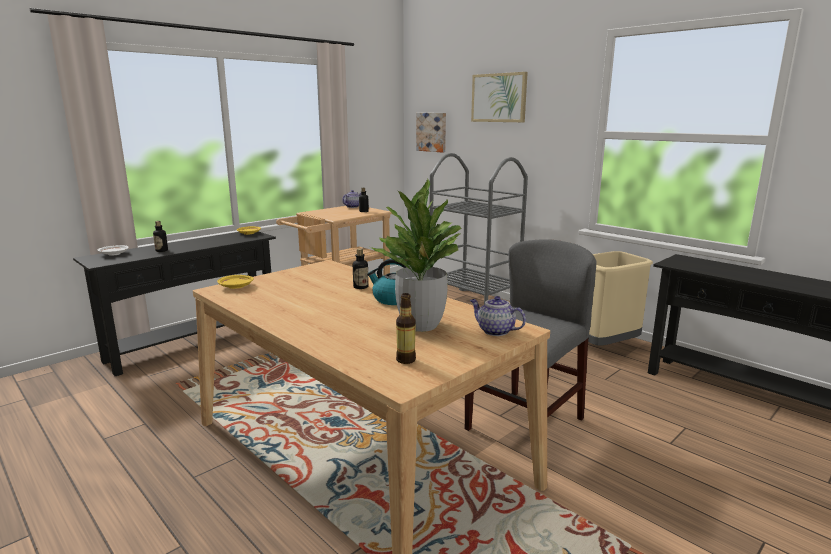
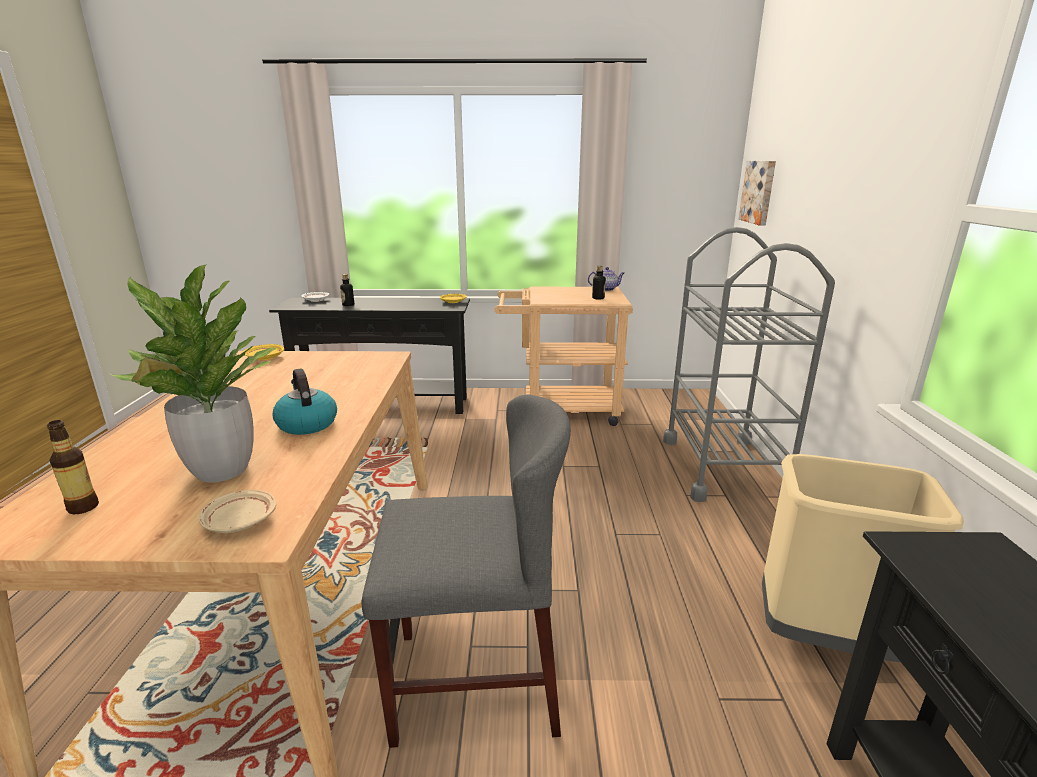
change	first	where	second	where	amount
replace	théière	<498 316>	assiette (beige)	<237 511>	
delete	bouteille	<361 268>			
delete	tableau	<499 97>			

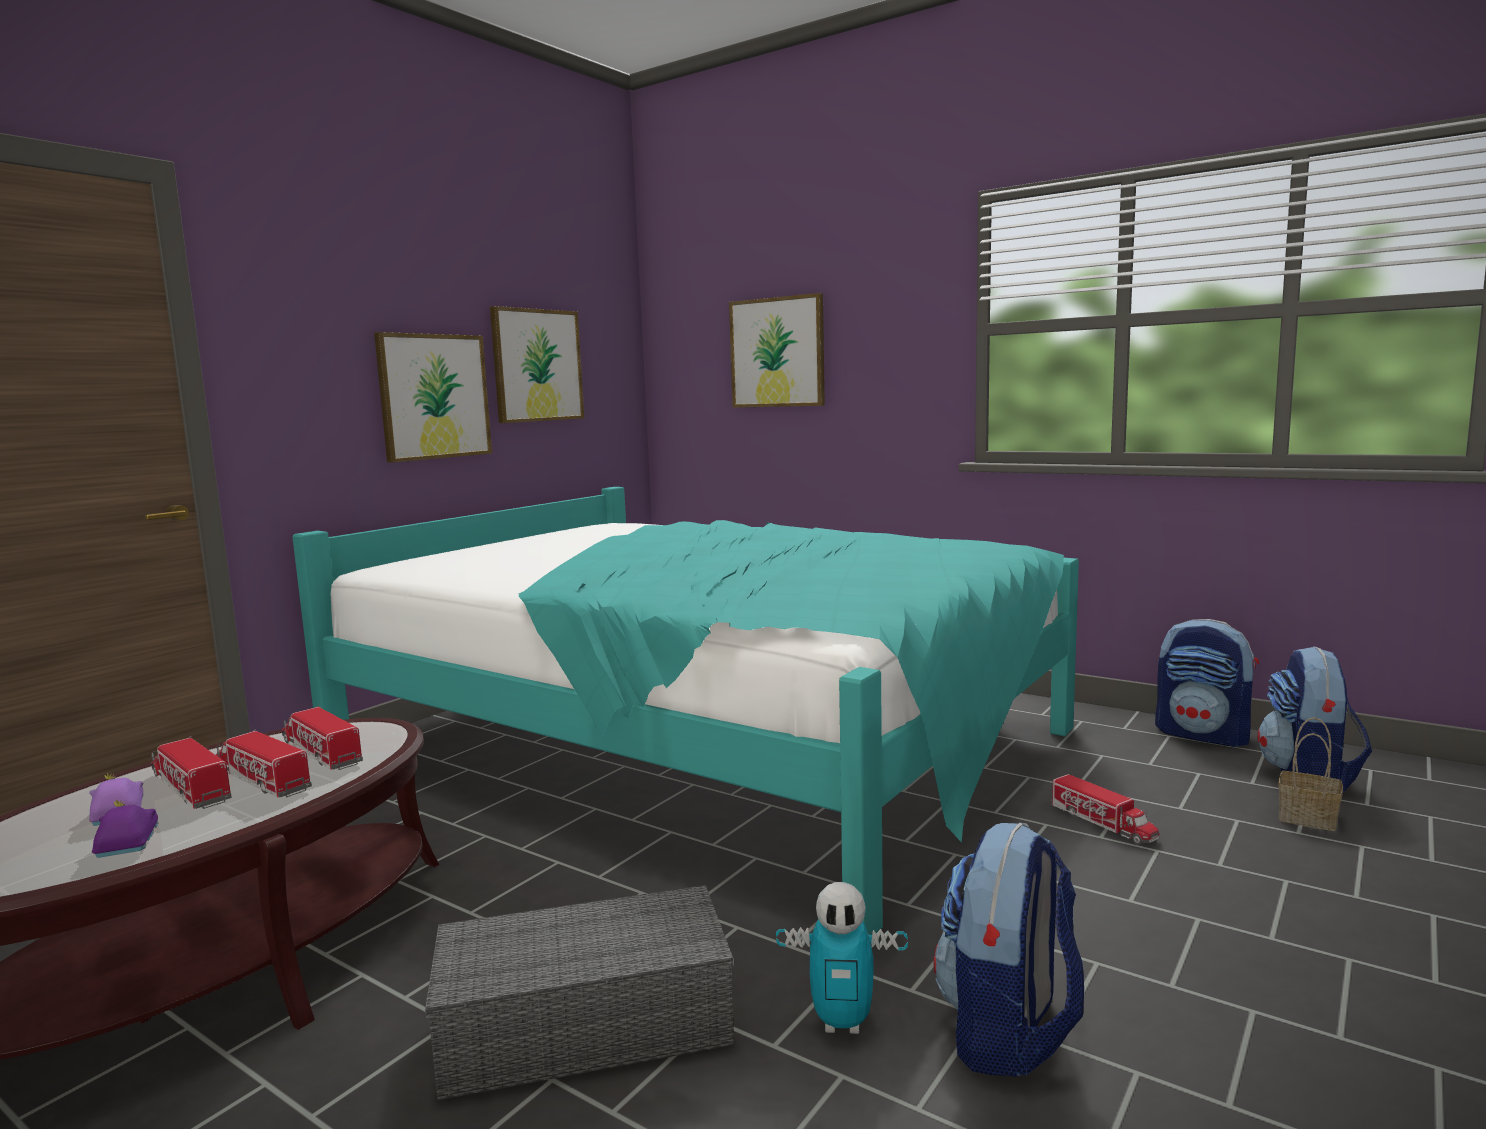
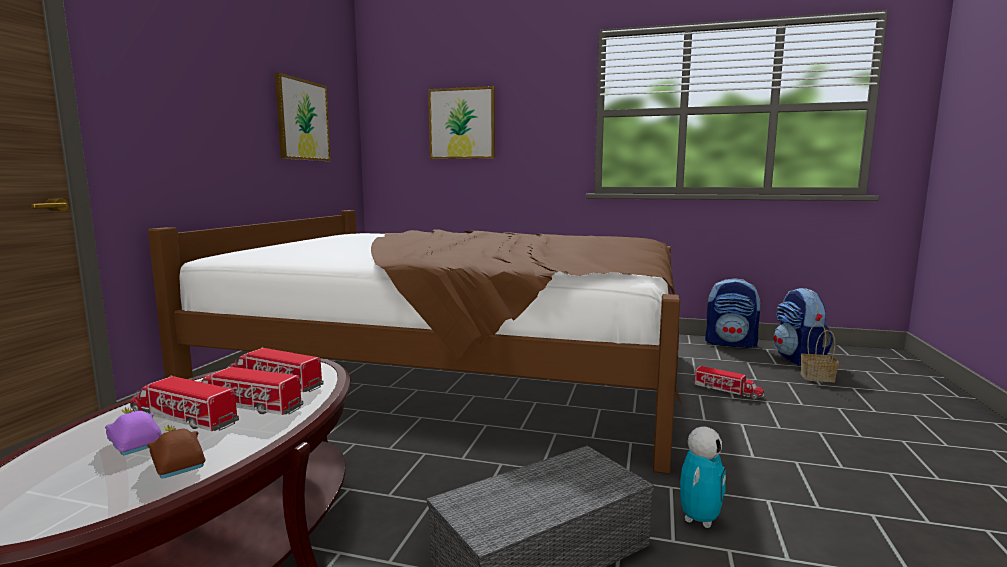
change	first	where	second	where	amount
recolor	petite voiture (violet)	<125 828>	petite voiture (marron)	<176 451>	
recolor	lit (turquoise)	<685 711>	lit (marron)	<415 342>	
rotate	robot jouet	<842 958>		<703 477>	45 degrees counterclockwise
delete	tableau	<433 397>			
delete	sac à dos	<1008 950>			

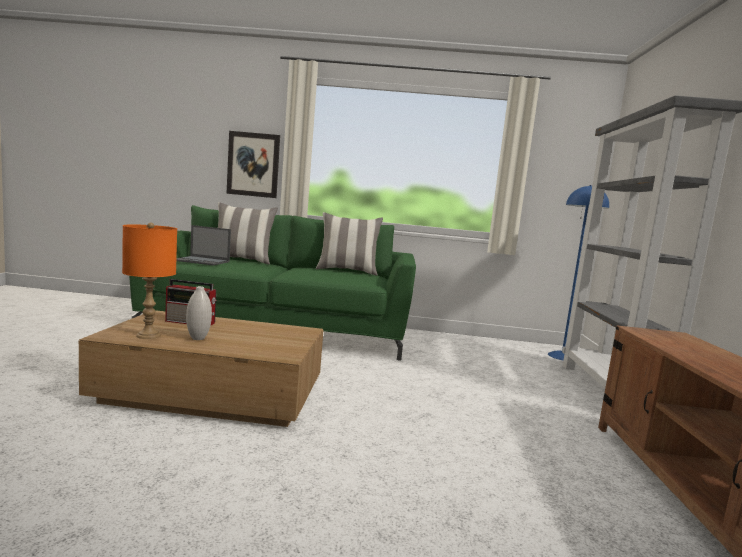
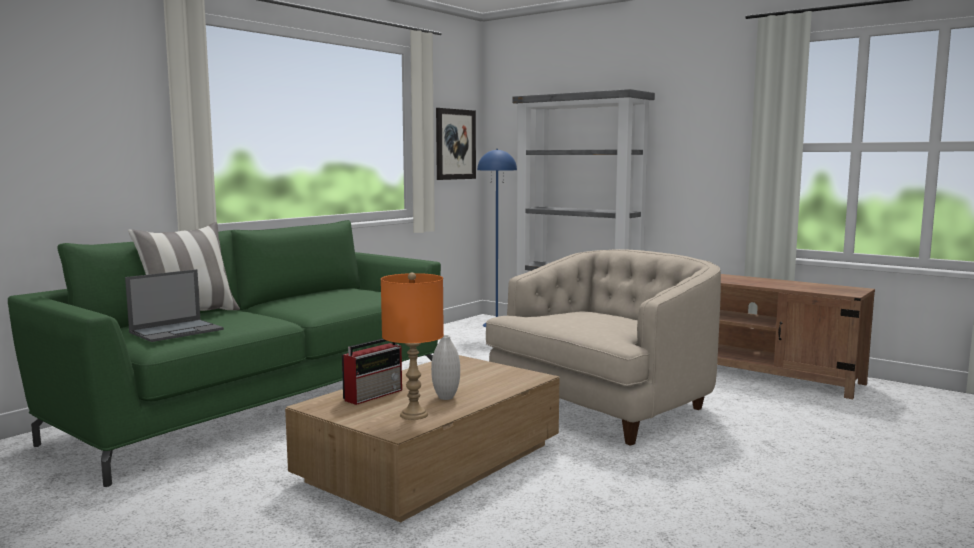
change	first	where	second	where	amount
move	tableau	<253 164>		<456 144>	
insert			fauteuil (beige)	<603 347>	
delete	coussin	<349 244>			

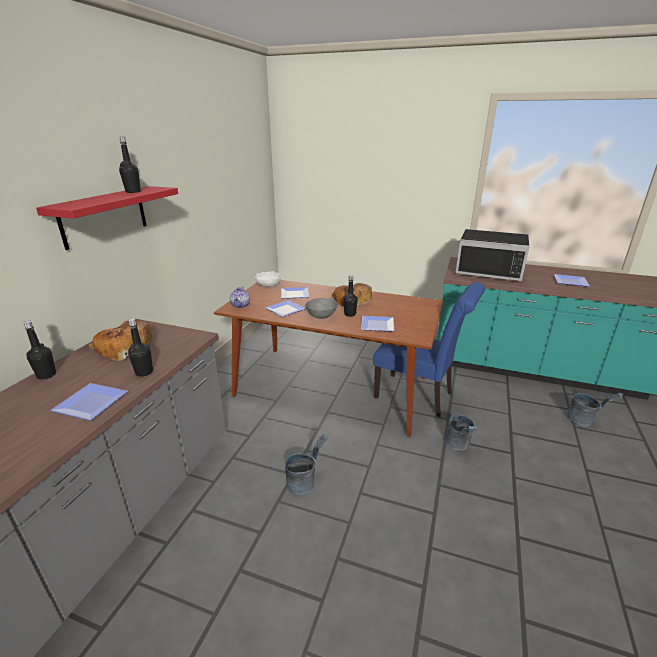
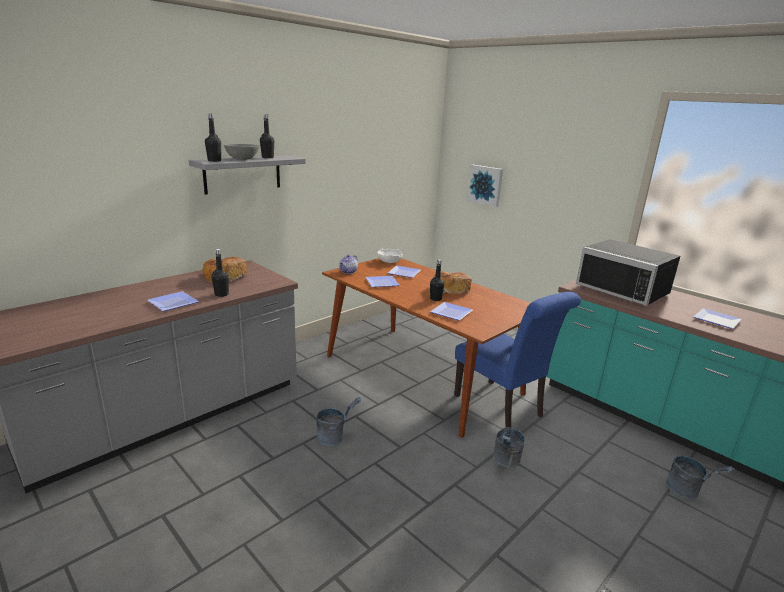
change	first	where	second	where	amount
recolor	étagère (rouge)	<107 218>	étagère (gris)	<247 175>	
move	bouteille (noir)	<40 350>		<213 138>	
move	bol (gris)	<322 308>		<241 152>	
insert			tableau	<485 186>	

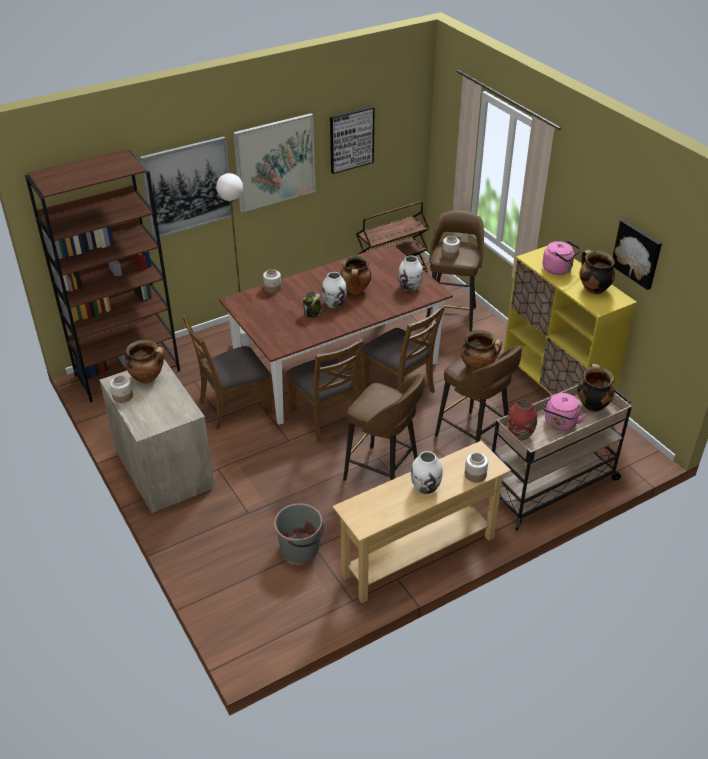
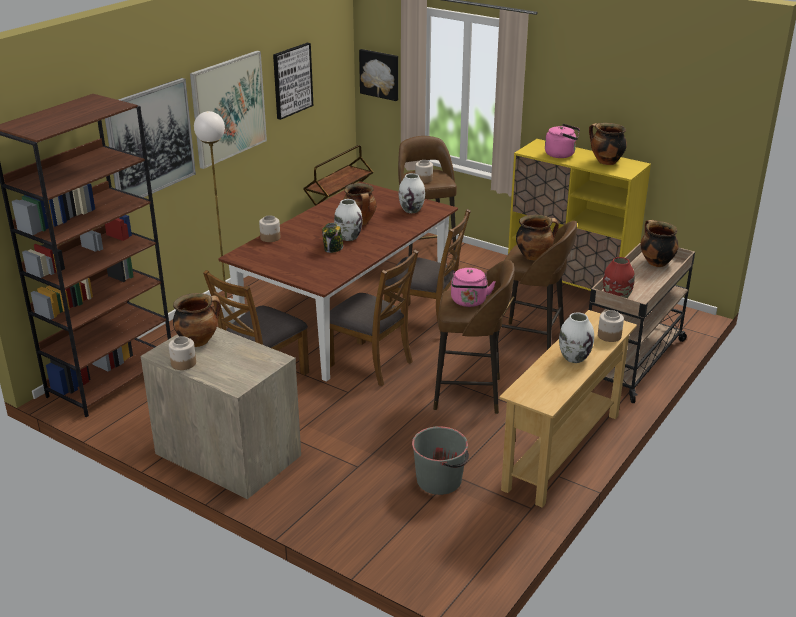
change	first	where	second	where	amount
move	tableau	<637 255>		<378 75>	
move	bouilloire (rose)	<565 412>		<473 287>	

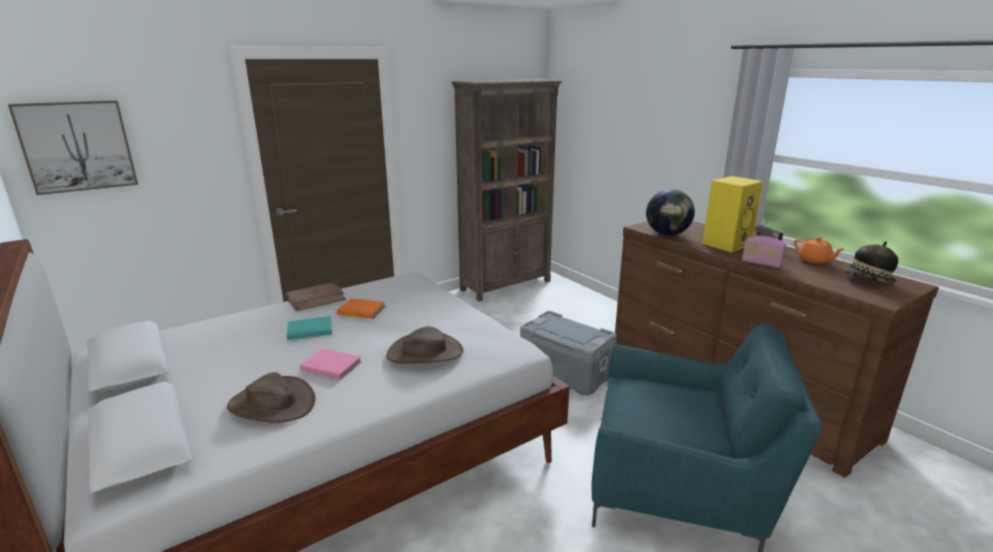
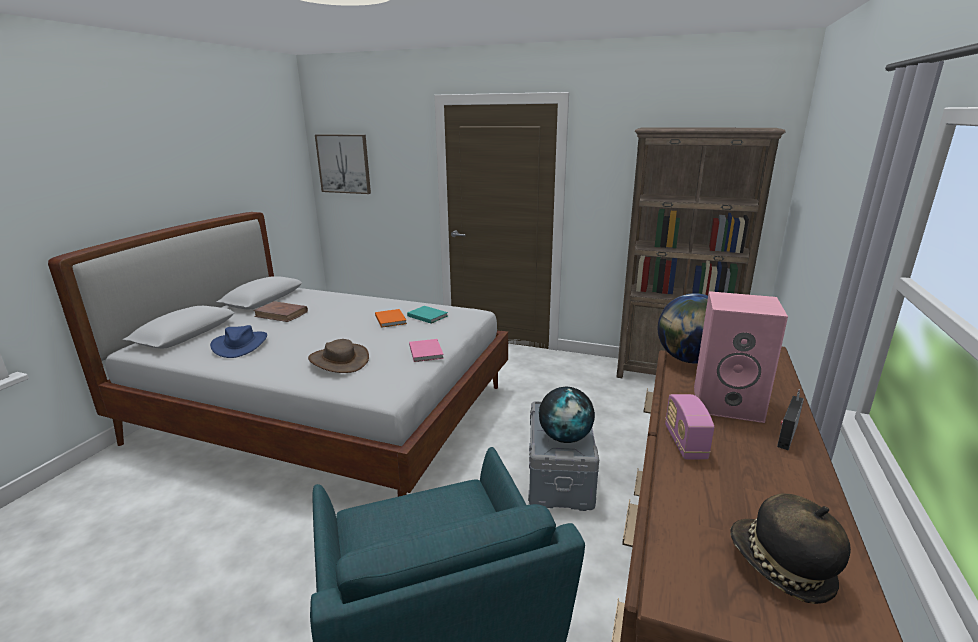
change	first	where	second	where	amount
recolor	chapeau (marron)	<271 397>	chapeau (bleu)	<238 341>	
move	livre (marron)	<316 296>		<280 311>	
move	livre (turquoise)	<309 328>		<427 314>	
move	livre (rose)	<331 364>		<426 350>	
insert			globe	<567 415>	
recolor	enceinte (jaune)	<732 214>	enceinte (rose)	<741 357>	
delete	théière (orange)	<819 250>			

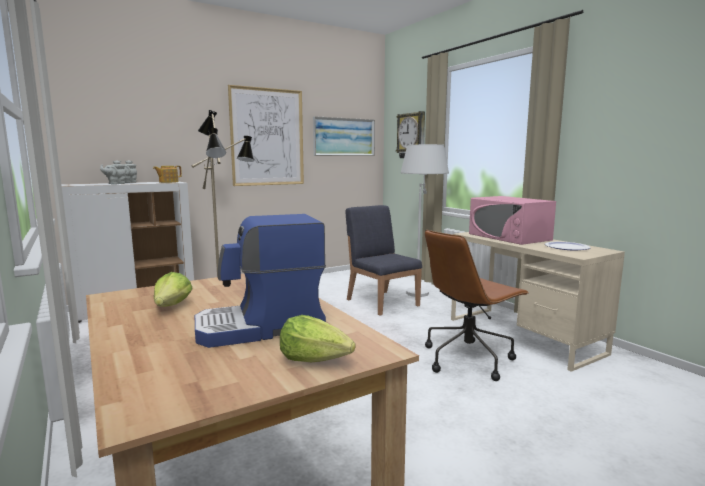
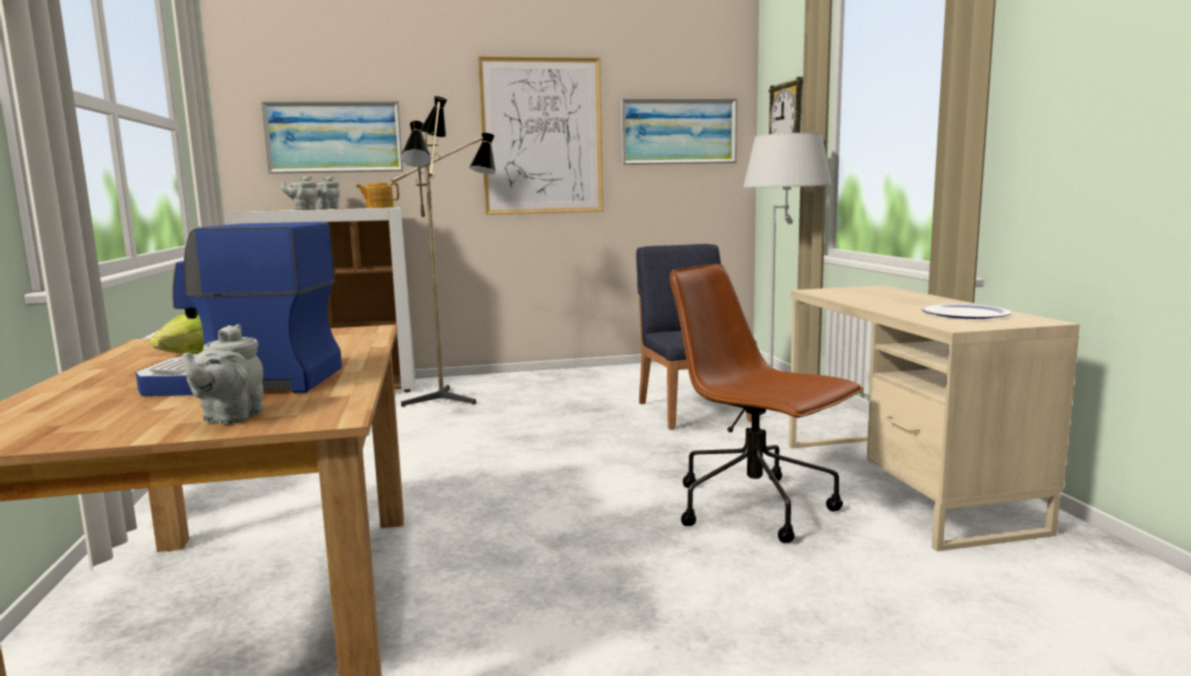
change	first	where	second	where	amount
replace	laitue	<318 339>	théière (gris)	<222 374>	
insert			tableau	<332 137>	
rotate	chaise de bureau (marron)	<477 305>		<767 403>	60 degrees clockwise
delete	micro-ondes (rose)	<512 220>			

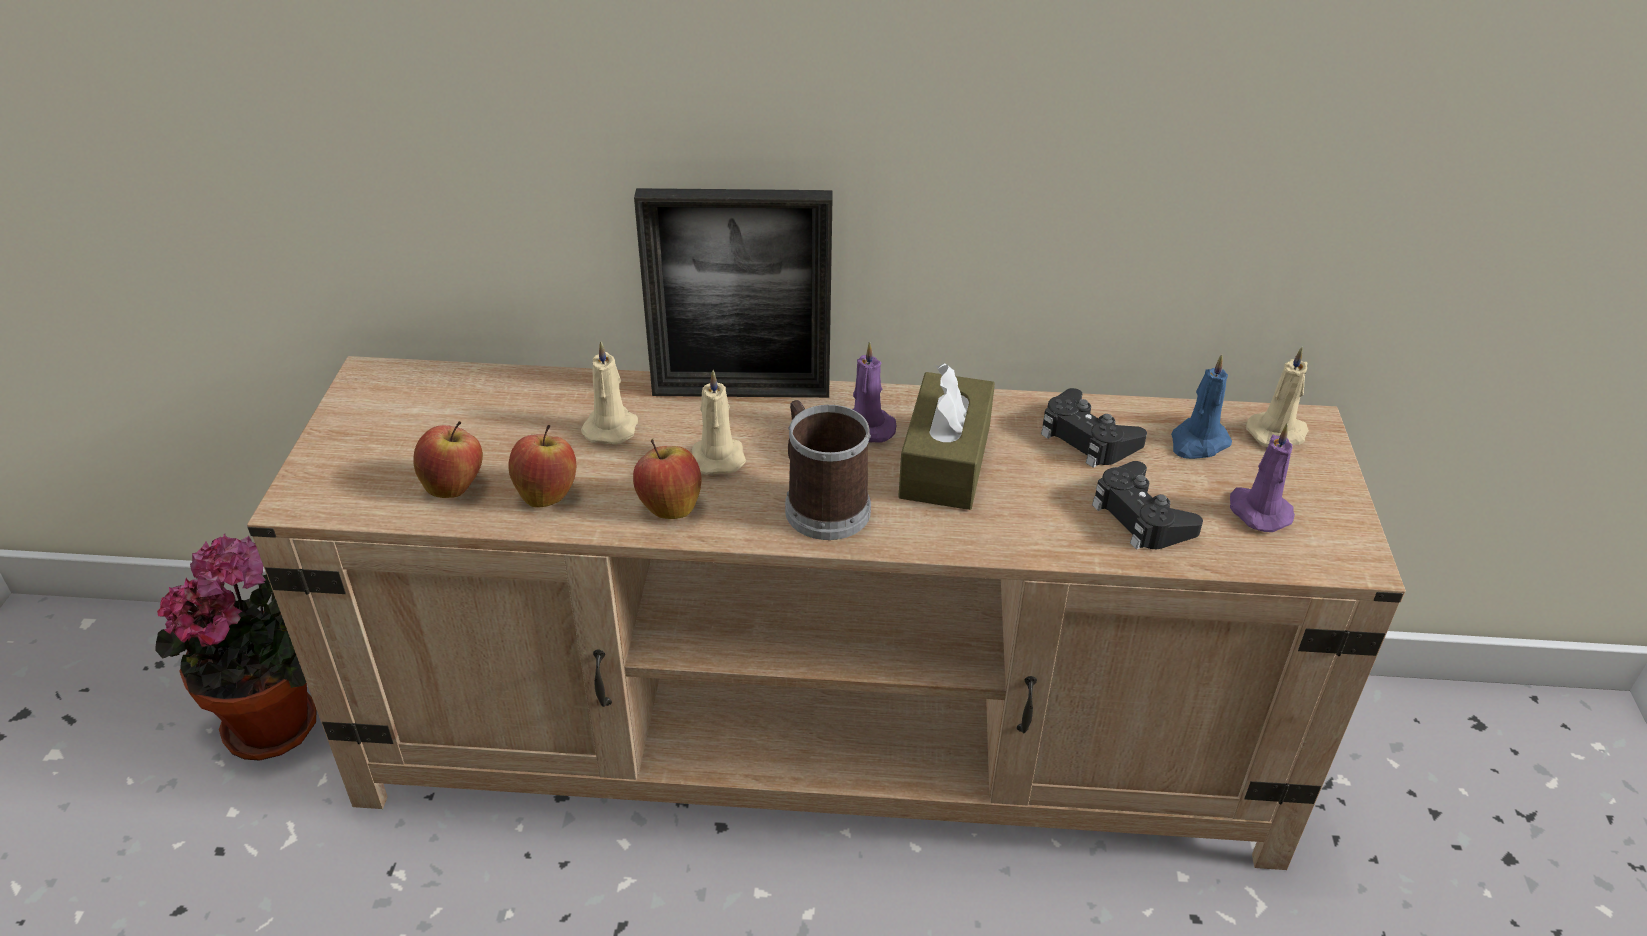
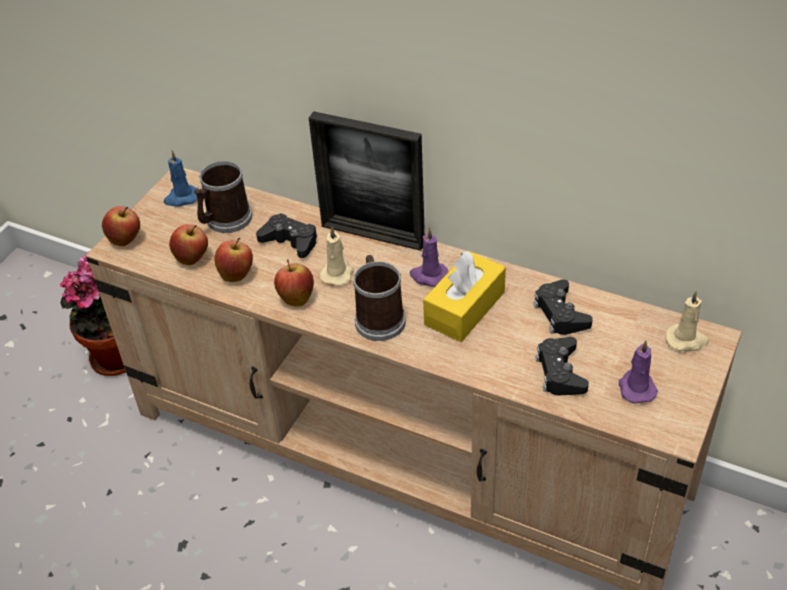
change	first	where	second	where	amount
insert			pomme	<121 226>	
move	bougie (bleu)	<1201 406>		<181 179>	
insert			mug	<223 197>	
replace	bougie (beige)	<609 393>	manette (noir)	<286 235>	
recolor	boîte à mouchoirs (marron)	<946 436>	boîte à mouchoirs (jaune)	<464 296>	

